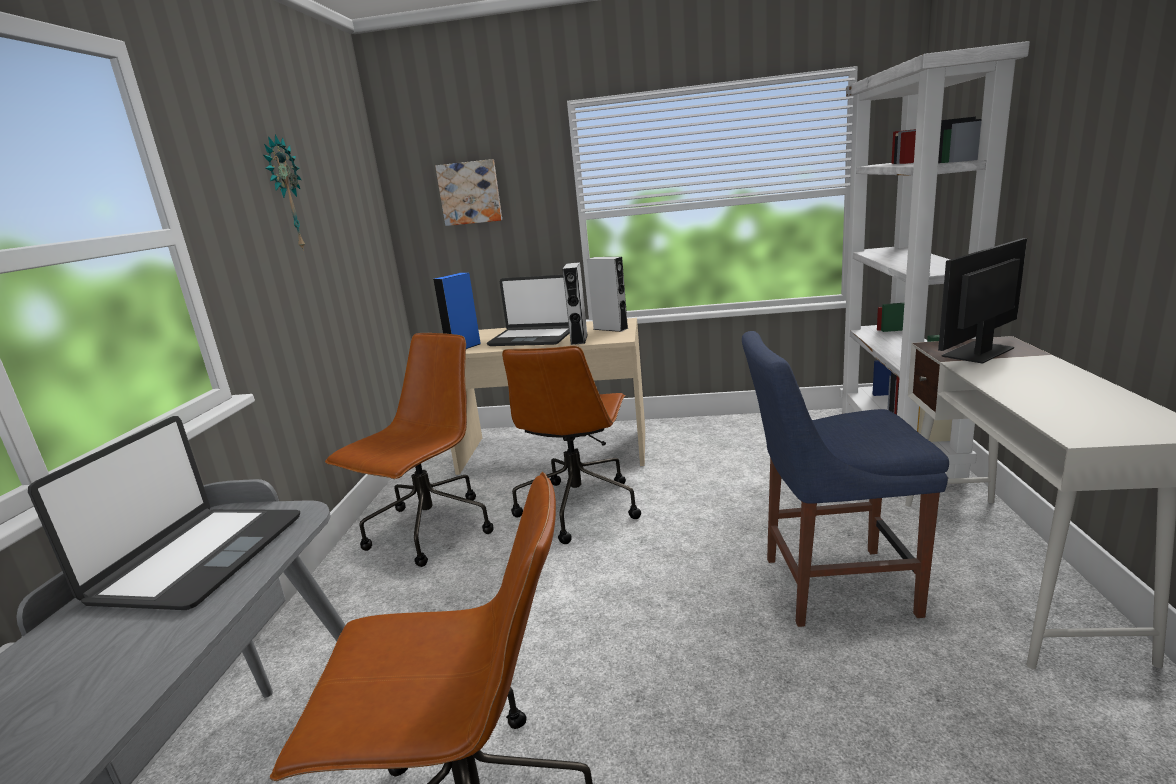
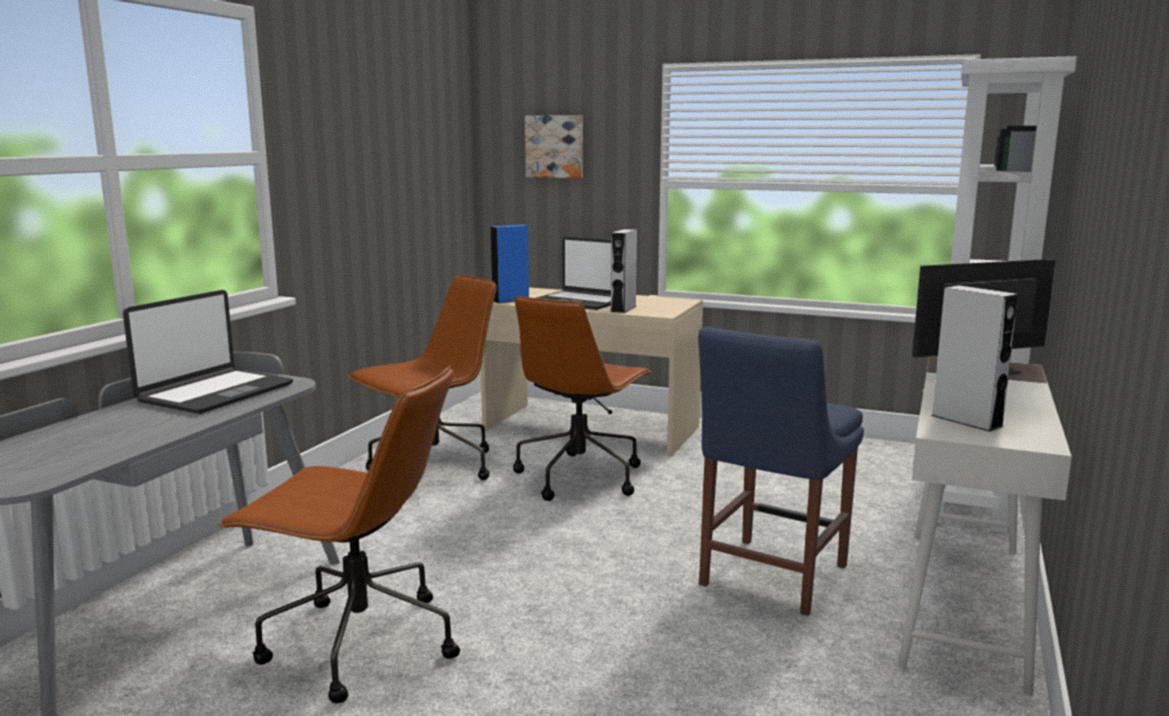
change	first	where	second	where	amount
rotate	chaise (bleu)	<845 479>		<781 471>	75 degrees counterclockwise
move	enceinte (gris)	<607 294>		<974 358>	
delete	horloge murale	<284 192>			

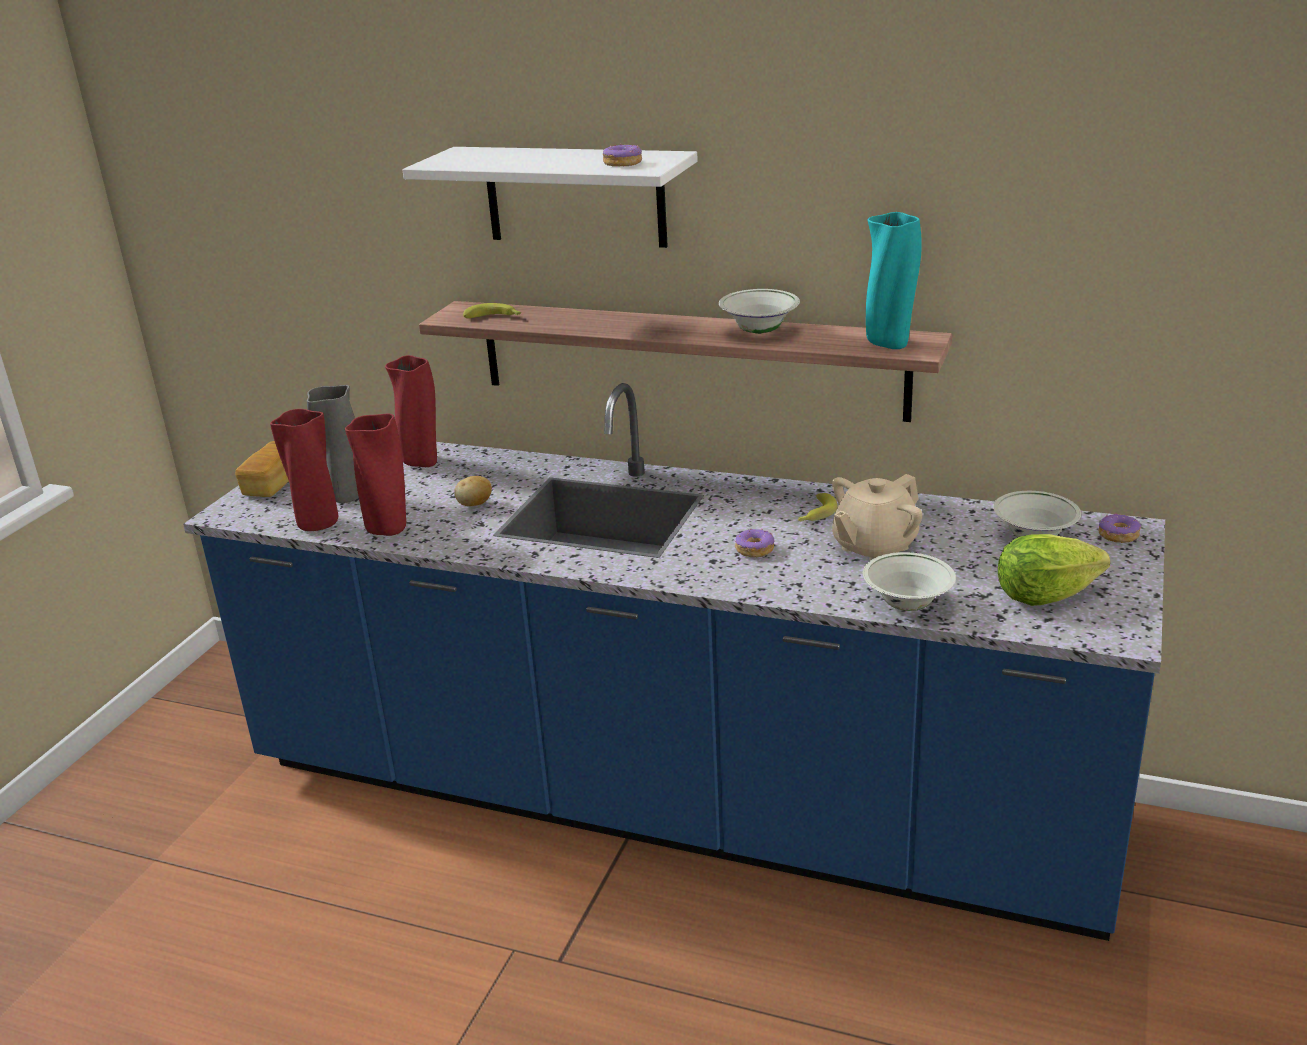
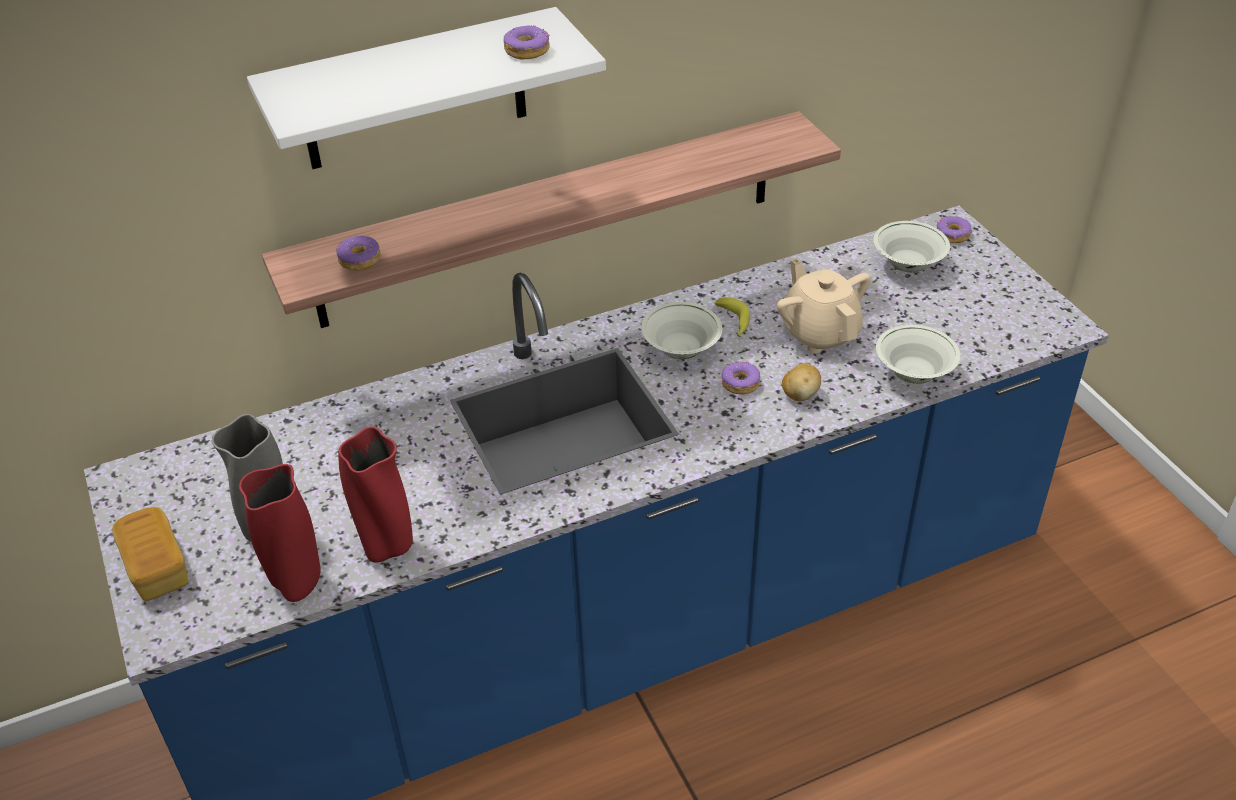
change	first	where	second	where	amount
replace	banane	<492 310>	beignet	<358 253>	
move	bol (blanc)	<759 311>		<681 330>	
rotate	théière (beige)	<877 517>		<824 305>	150 degrees clockwise
move	pomme de terre	<473 491>		<801 382>	
delete	vase (rouge)	<411 411>			
delete	vase (turquoise)	<894 280>			
delete	laitue	<1054 570>			

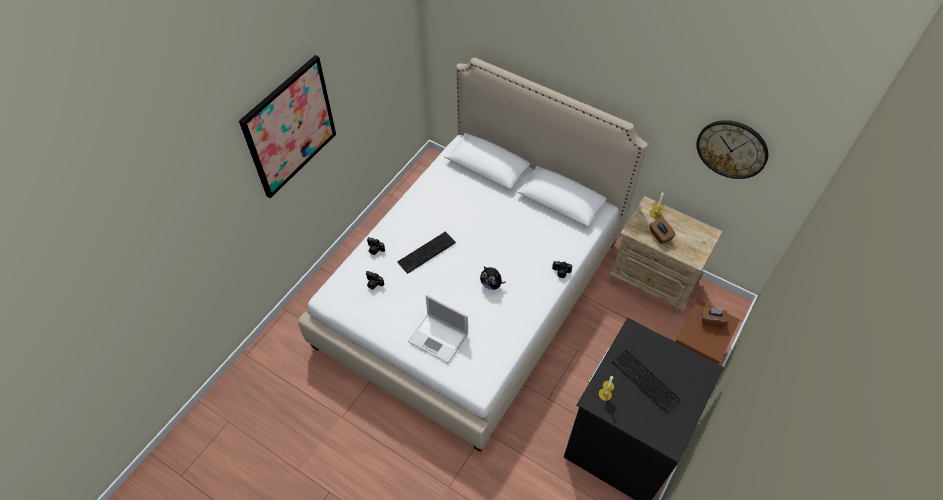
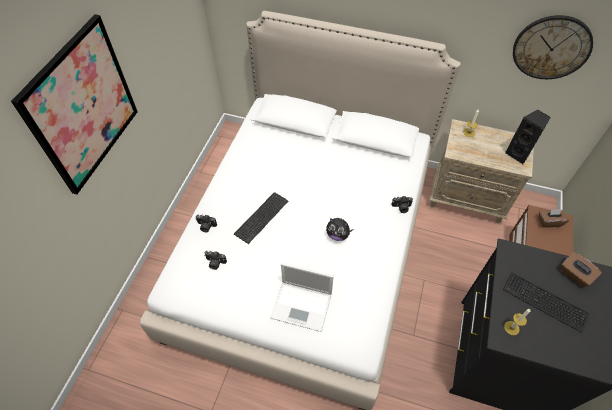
change	first	where	second	where	amount
insert			enceinte (noir)	<528 137>	
move	boîte à mouchoirs (marron)	<662 230>		<581 269>	

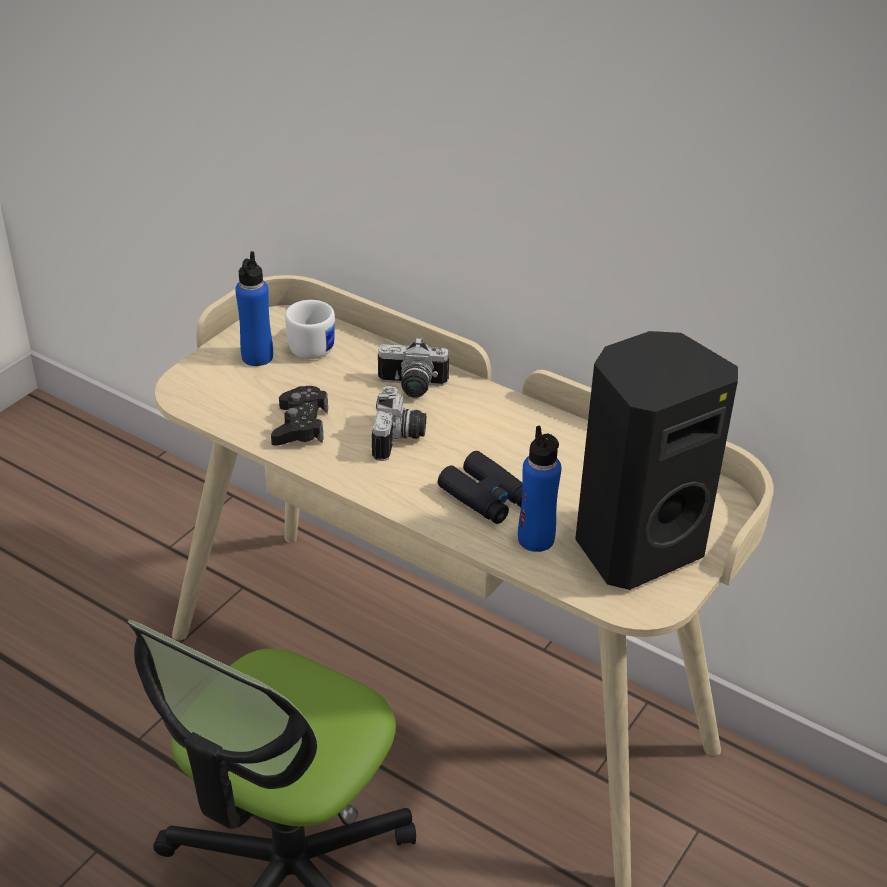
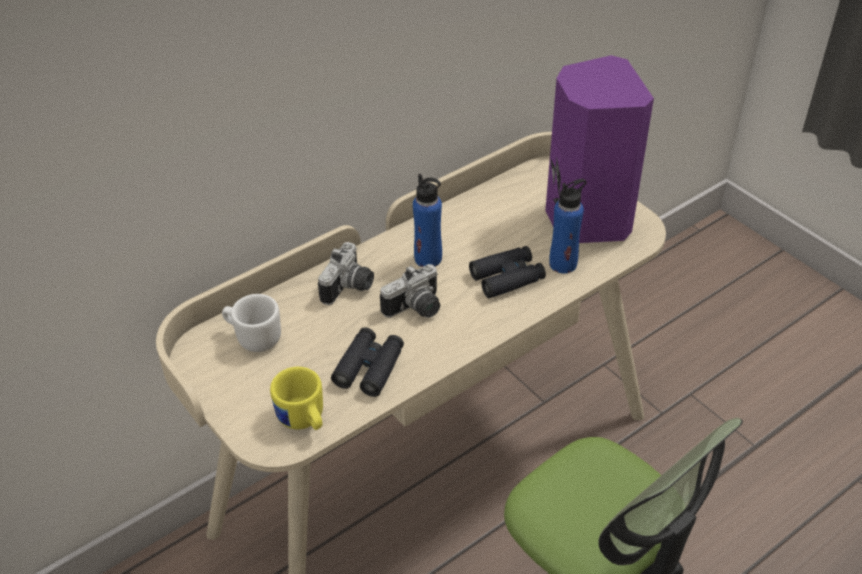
change	first	where	second	where	amount
insert			mug (jaune)	<296 398>	
replace	manette (noir)	<299 416>	jumelles (noir)	<367 362>	
rotate	appareil photo	<399 423>		<410 291>	120 degrees clockwise
move	bouteille (bleu)	<254 308>		<427 220>	
recolor	enceinte (noir)	<656 460>	enceinte (violet)	<599 149>	

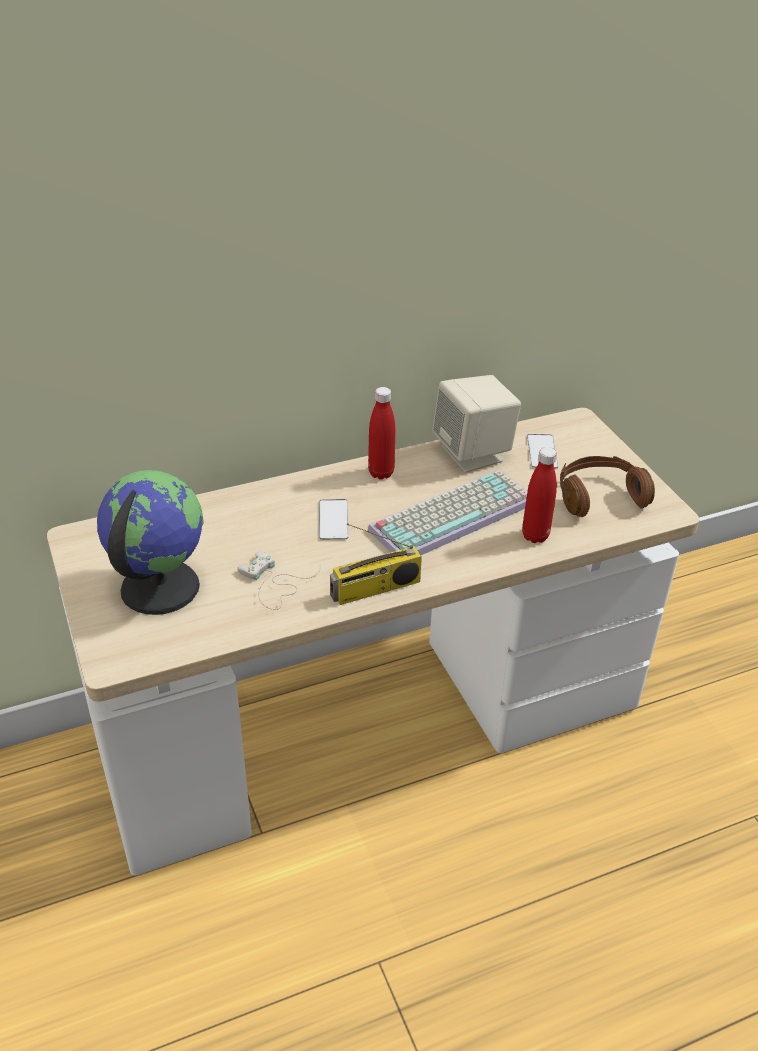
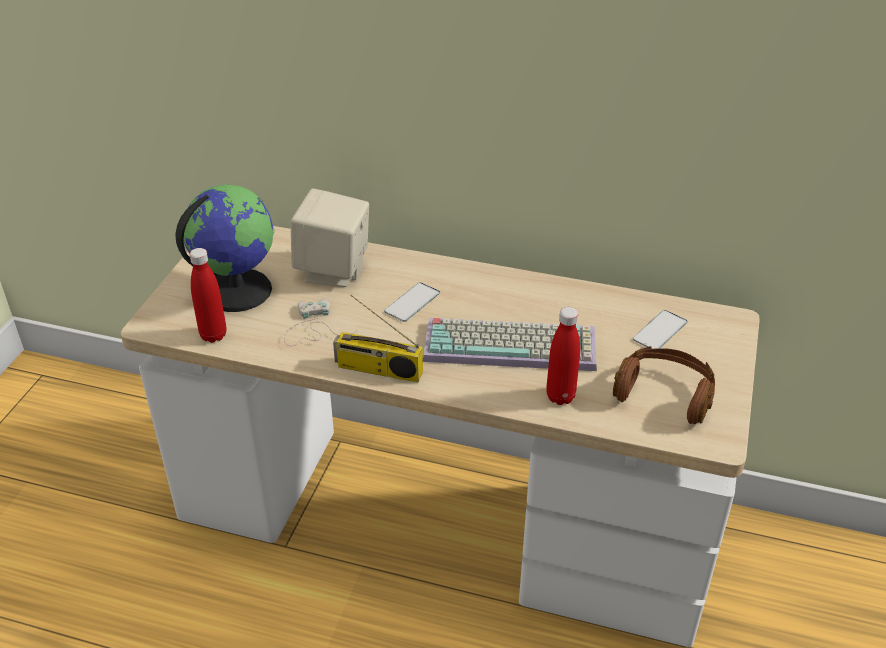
change	first	where	second	where	amount
move	bouteille (rouge)	<381 433>		<208 295>	
move	enceinte (beige)	<476 424>		<330 237>	

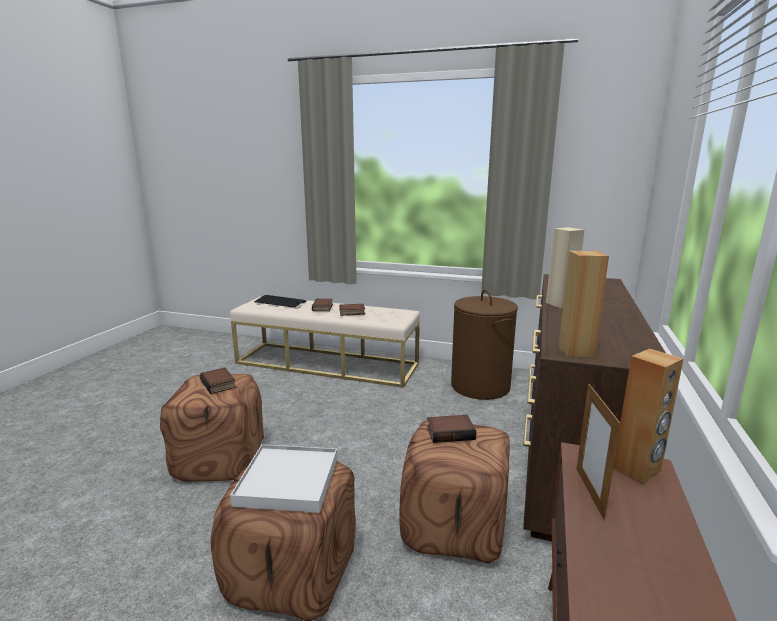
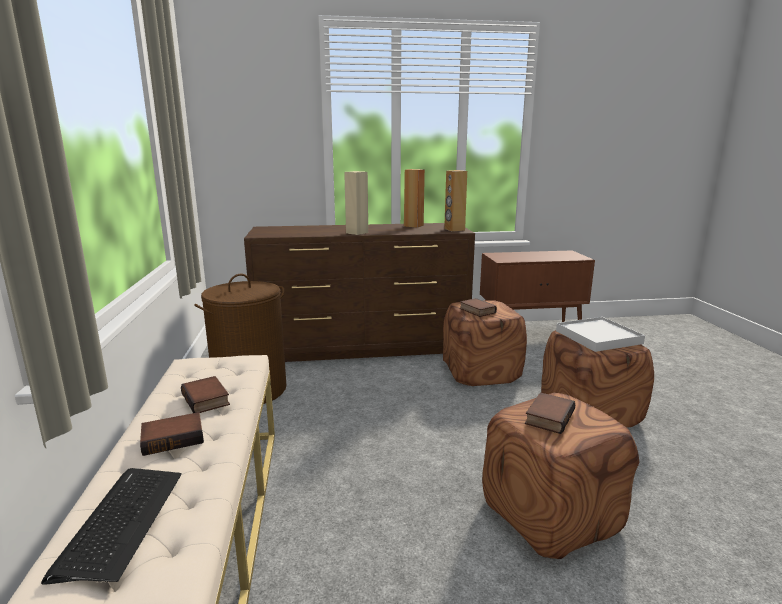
change	first	where	second	where	amount
move	enceinte (marron)	<648 416>		<414 198>	
delete	cadre photo	<599 451>			

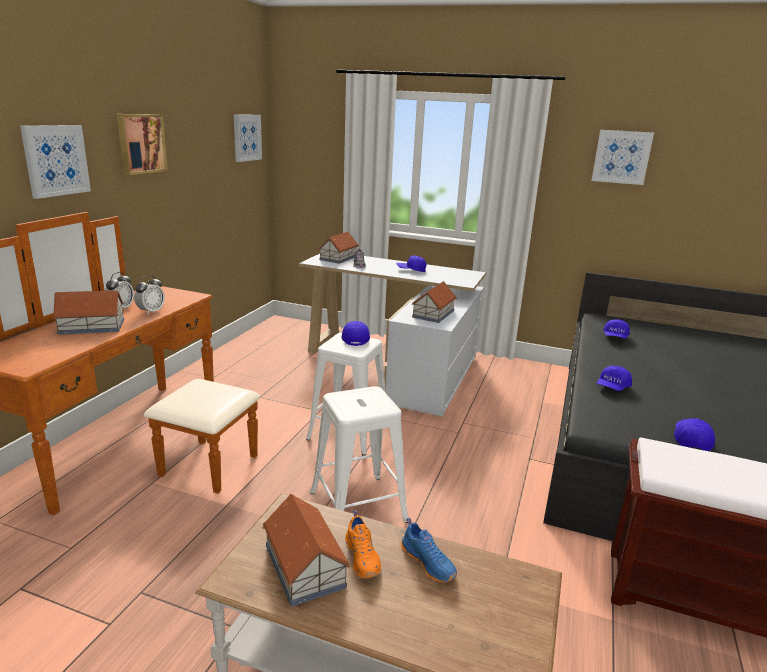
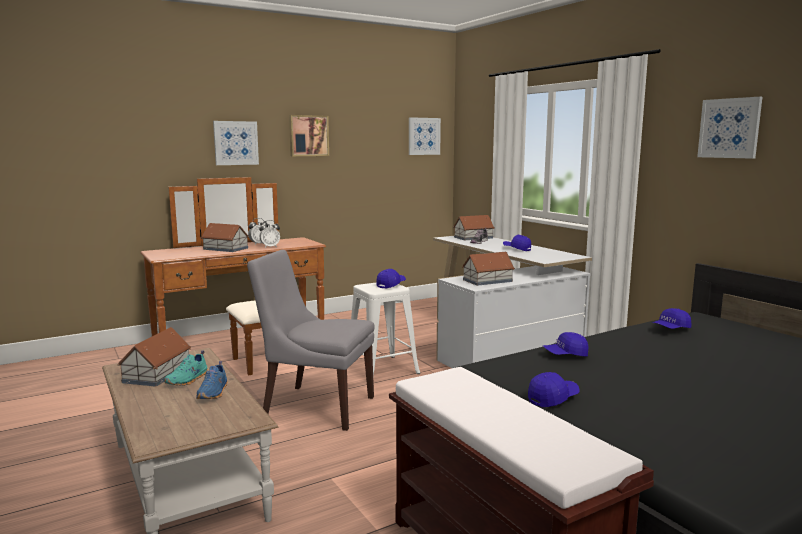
change	first	where	second	where	amount
recolor	chaussure (orange)	<363 544>	chaussure (turquoise)	<186 368>	
replace	tabouret (blanc)	<359 454>	chaise (gris)	<311 340>	

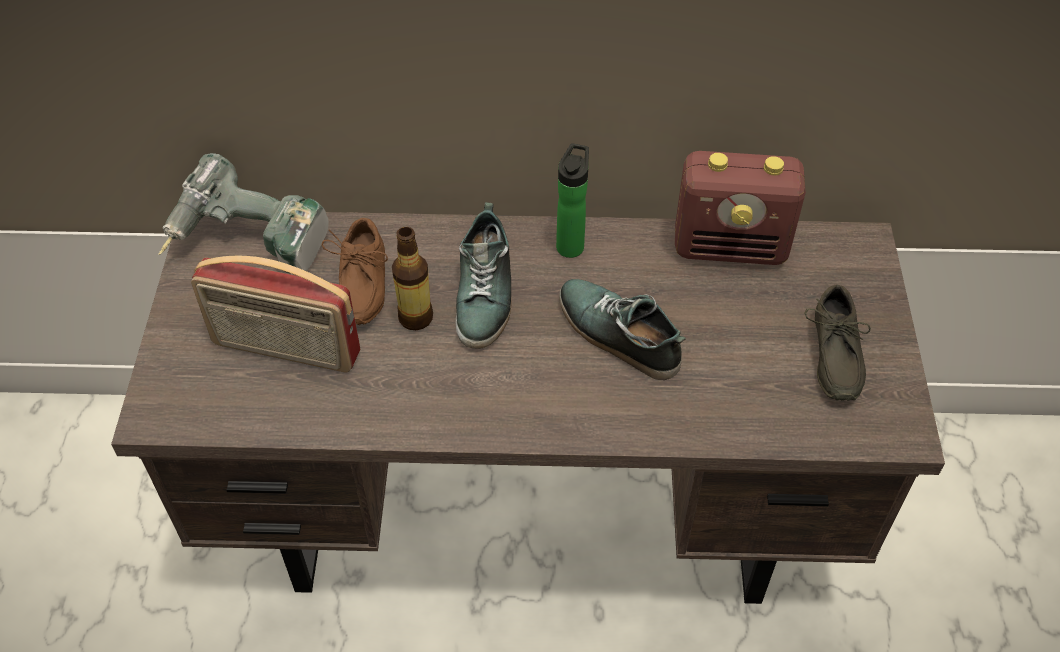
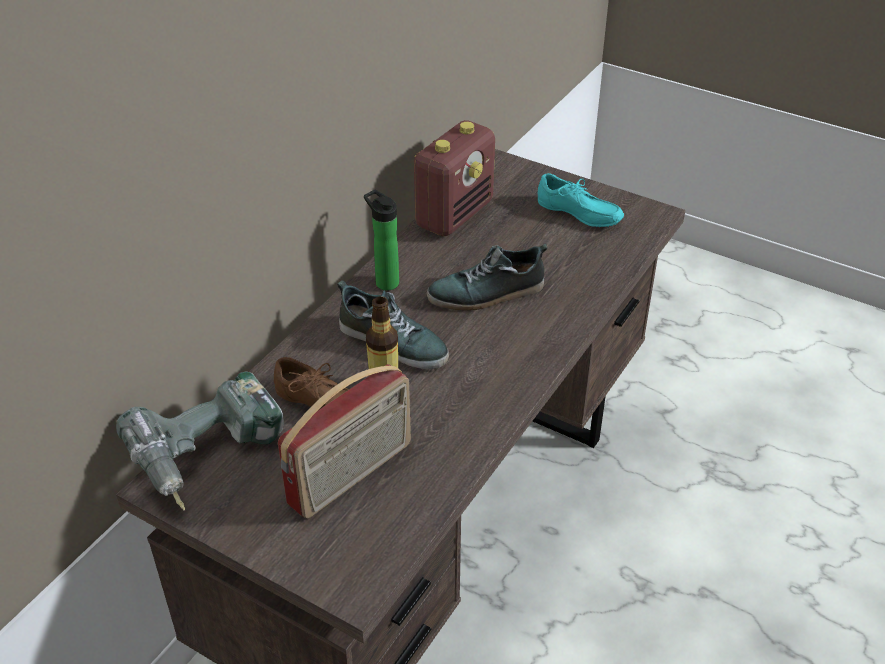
change	first	where	second	where	amount
recolor	chaussure (gris)	<837 343>	chaussure (turquoise)	<581 200>	

